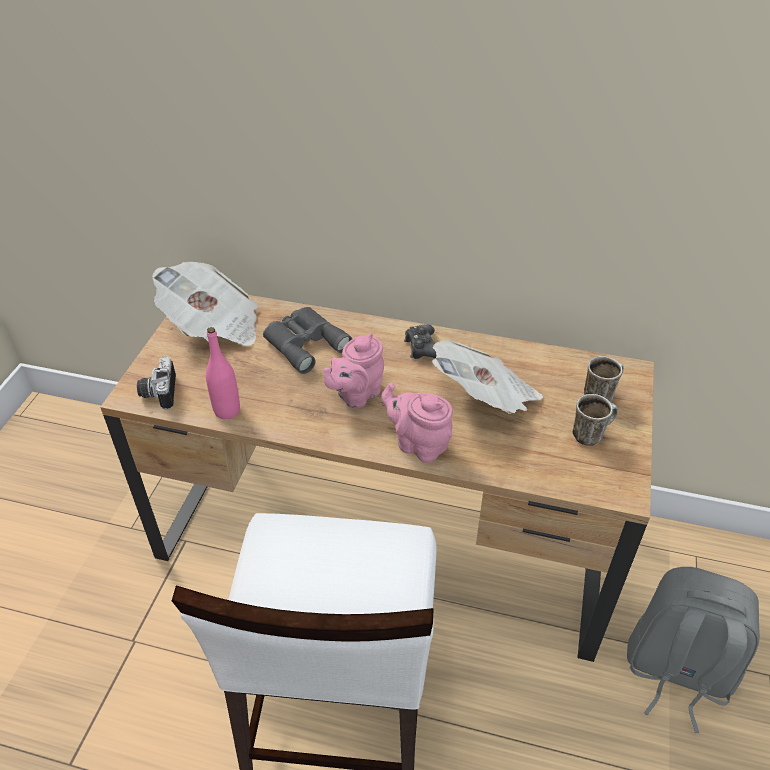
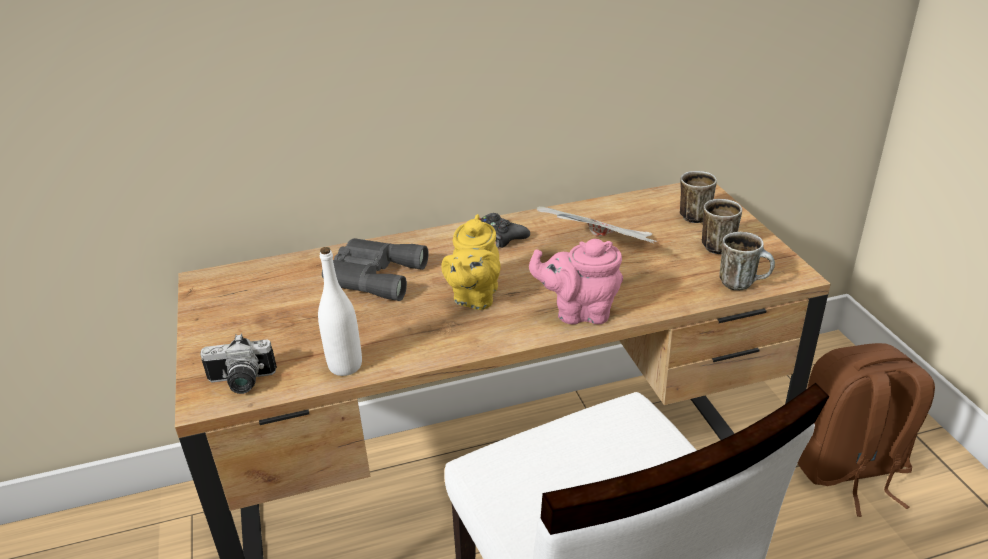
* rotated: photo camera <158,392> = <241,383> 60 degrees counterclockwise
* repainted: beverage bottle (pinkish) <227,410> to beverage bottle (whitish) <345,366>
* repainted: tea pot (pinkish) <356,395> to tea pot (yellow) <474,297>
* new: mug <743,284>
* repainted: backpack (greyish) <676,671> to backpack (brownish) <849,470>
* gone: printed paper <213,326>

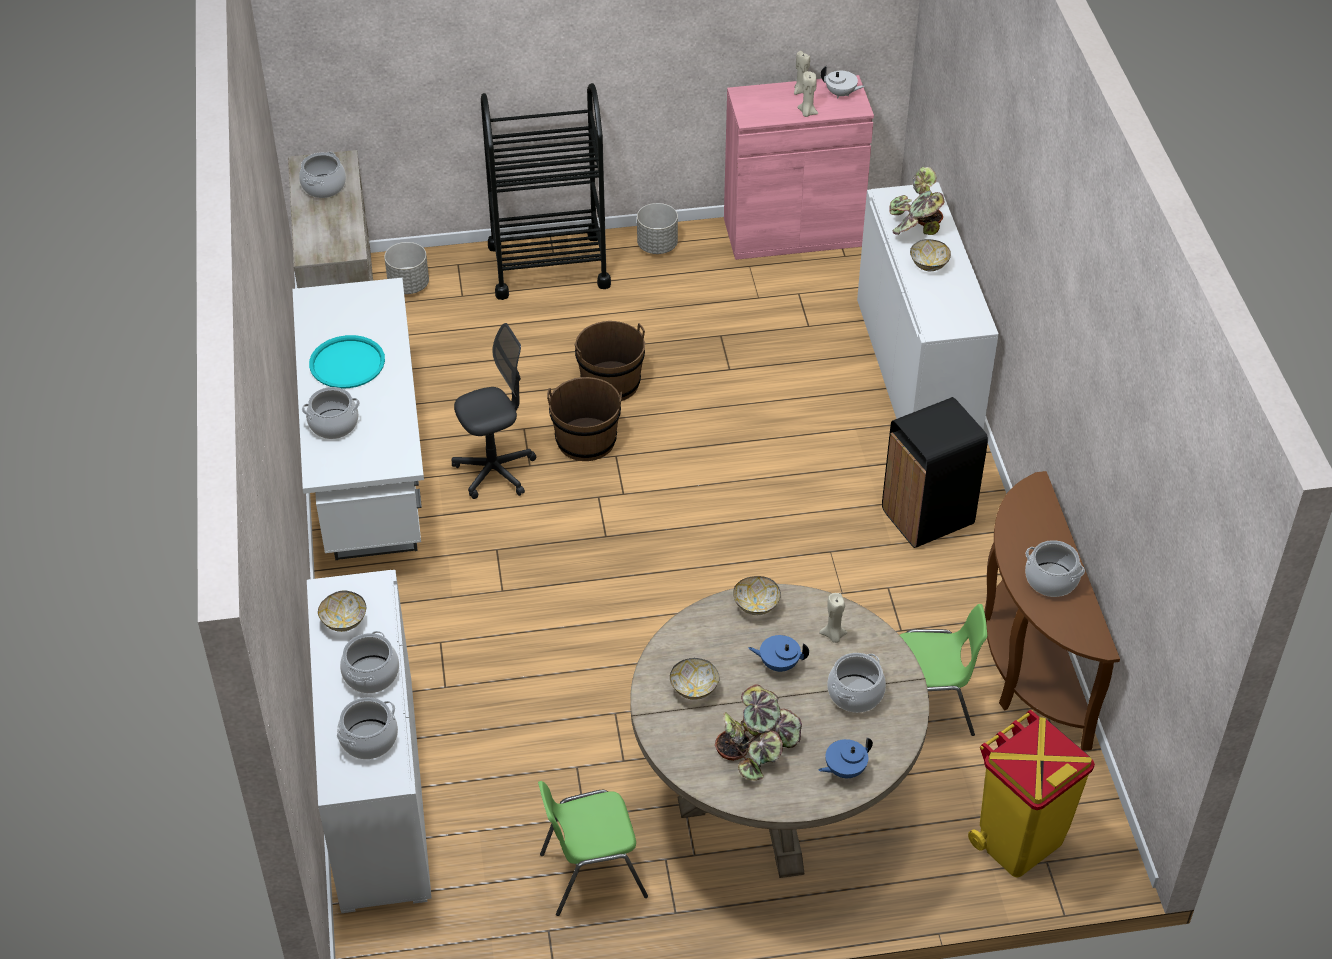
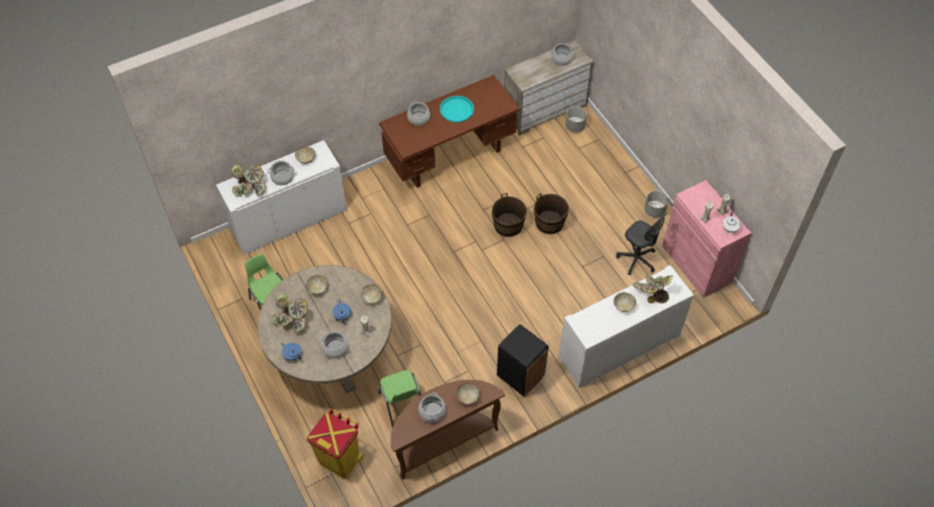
* swapped: stockpot <369,739> to houseplant <251,188>
* repainted: desk (whitish) <368,478> to desk (brownish) <450,156>
* new: bowl <467,397>
* shifted: desk chair (greyish) <495,471> to <637,259>
* gone: trolley (black) <548,266>

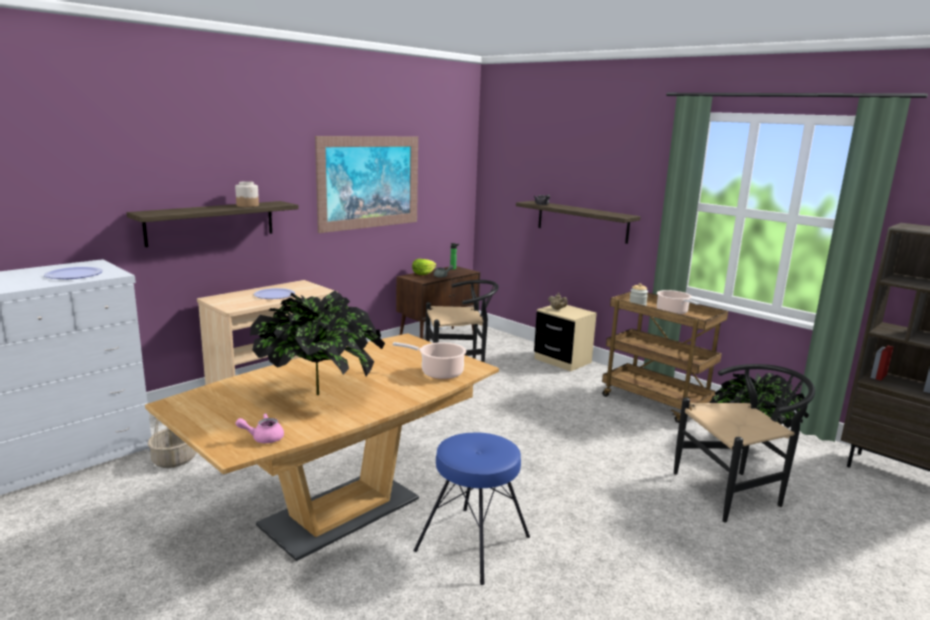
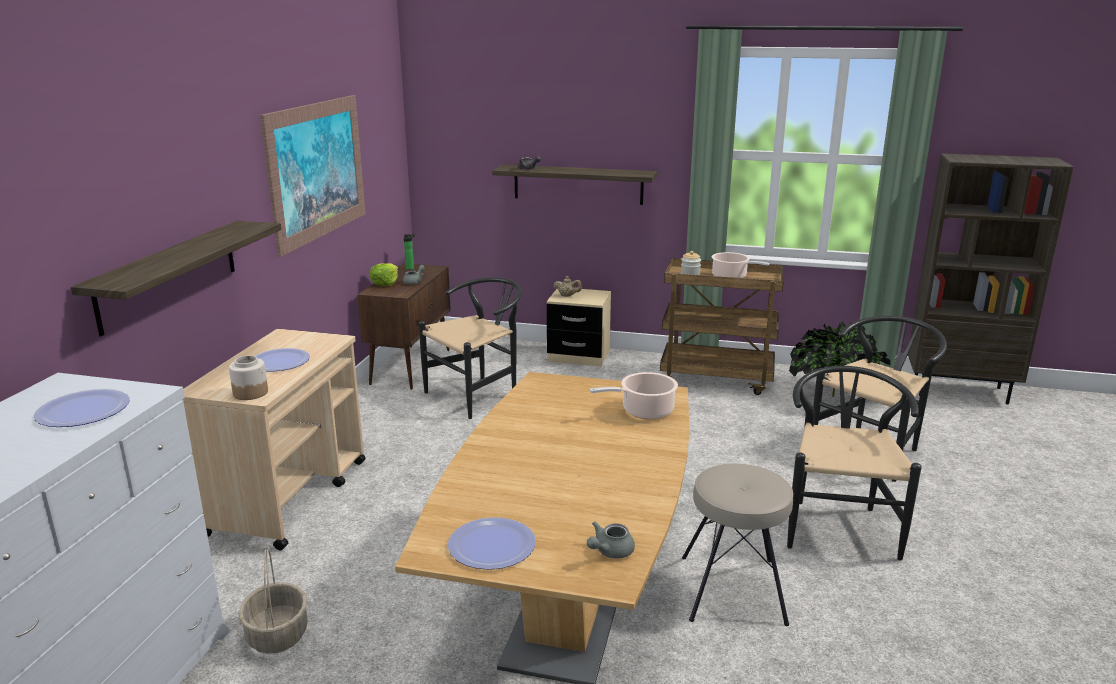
* shifted: storage jar <248,205> to <250,393>
* new: dinner plate <492,545>
* repainted: tea pot (pinkish) <263,438> to tea pot (greyish) <610,552>
* repainted: sitting stool (blue-coloured) <474,544> to sitting stool (sand-coloured) <733,589>
* new: upright chair (black) <838,523>
* gone: houseplant <320,393>

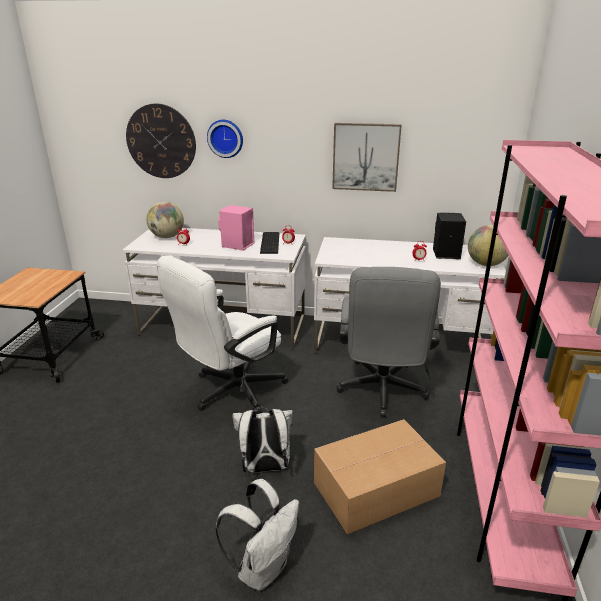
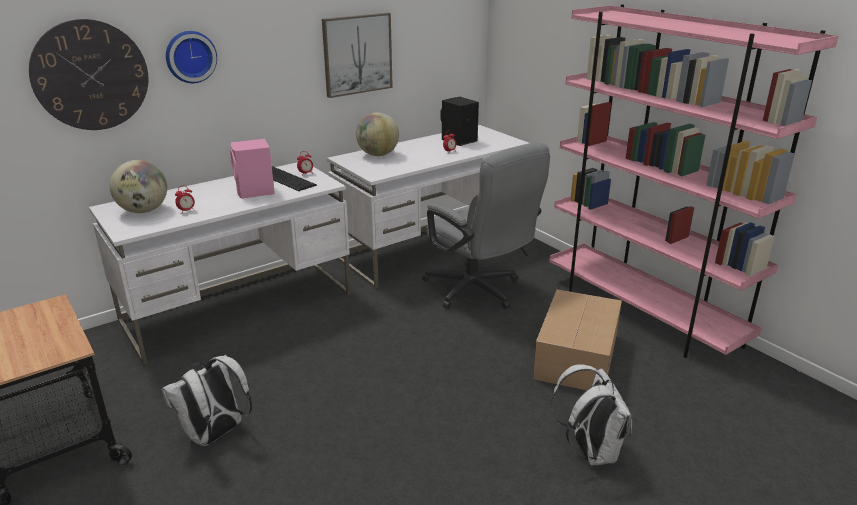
* shifted: backpack (whitish) <265,467> to <215,435>
* shifted: world globe <485,264> to <378,155>
* gone: desk chair (whitish) <231,392>

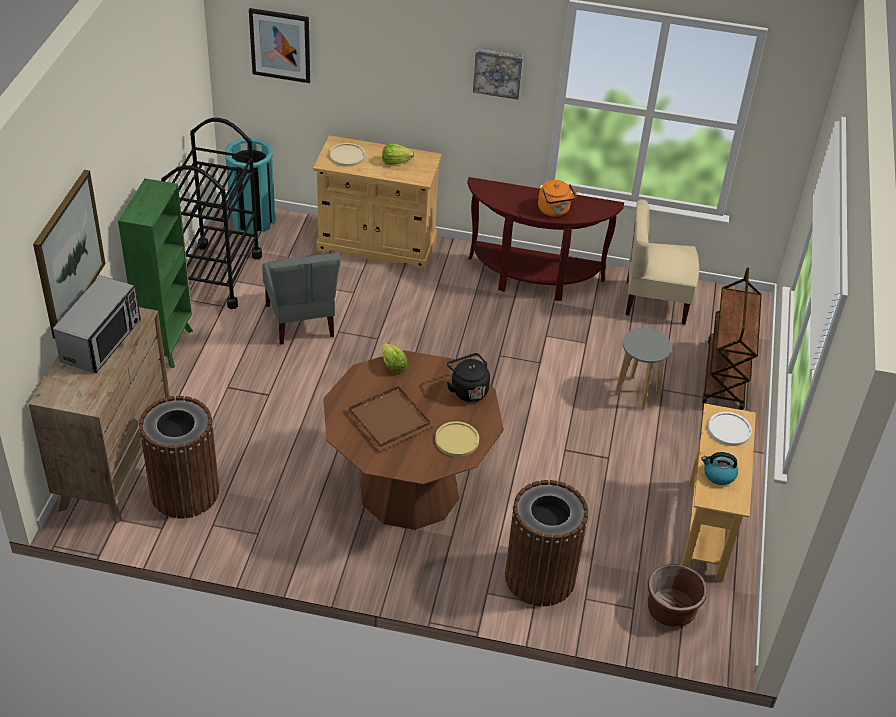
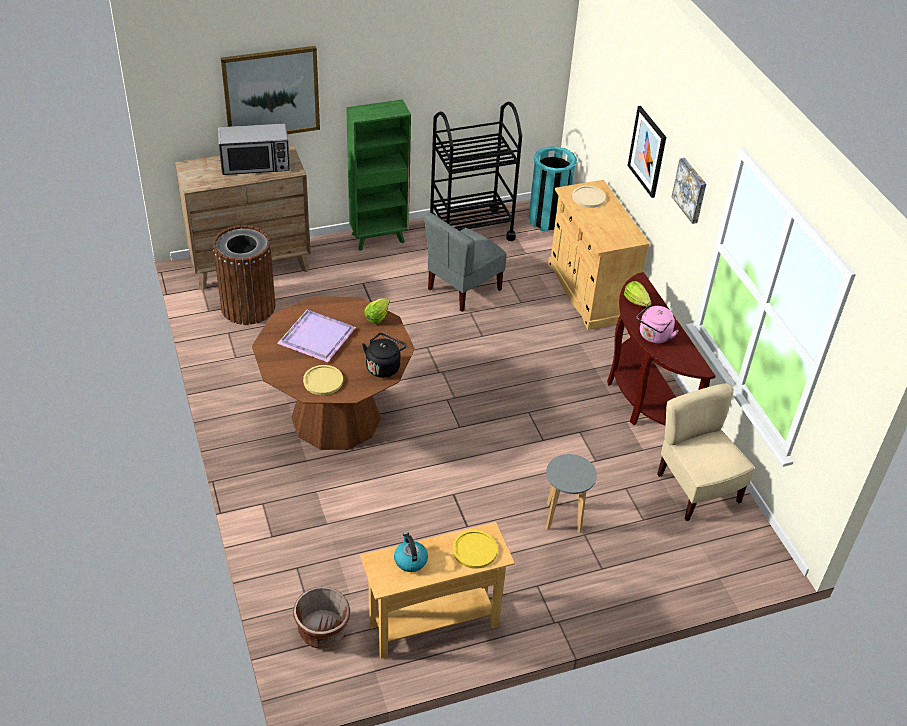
* repainted: serving tray (brownish) <389,418> to serving tray (purple) <318,337>
* repainted: dinner plate (whitish) <729,430> to dinner plate (yellow) <474,550>
* shifted: head of lettuce <395,162> to <636,301>
* shifted: picture <280,45> to <647,151>
* repainted: tea kettle (orangey) <554,211> to tea kettle (pinkish) <654,336>
* gone: trash can (brownish) <539,577>
* gone: trolley (brownish) <725,376>

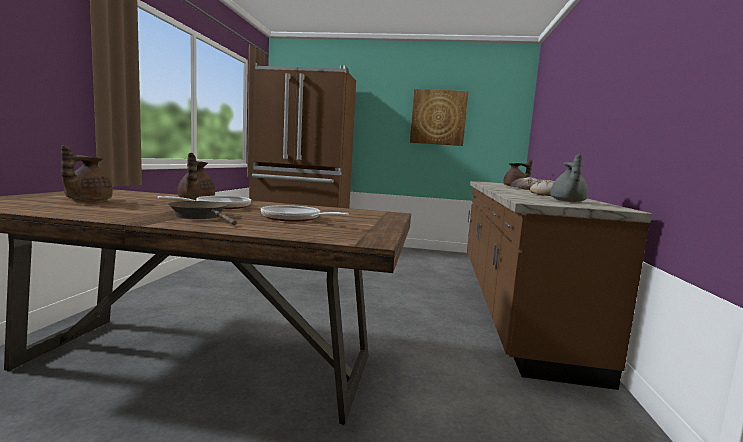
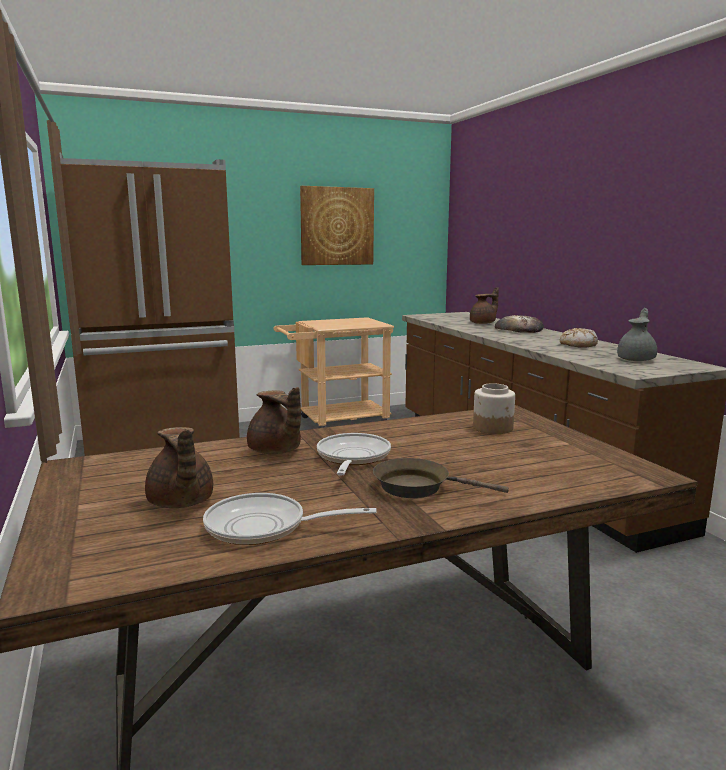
* shifted: frying pan <294,219> to <264,527>
* new: trolley (sand-coloured) <336,422>
* new: storage jar <493,428>
* rotated: tea pot (greyish) <567,201> = <637,359> 135 degrees counterclockwise

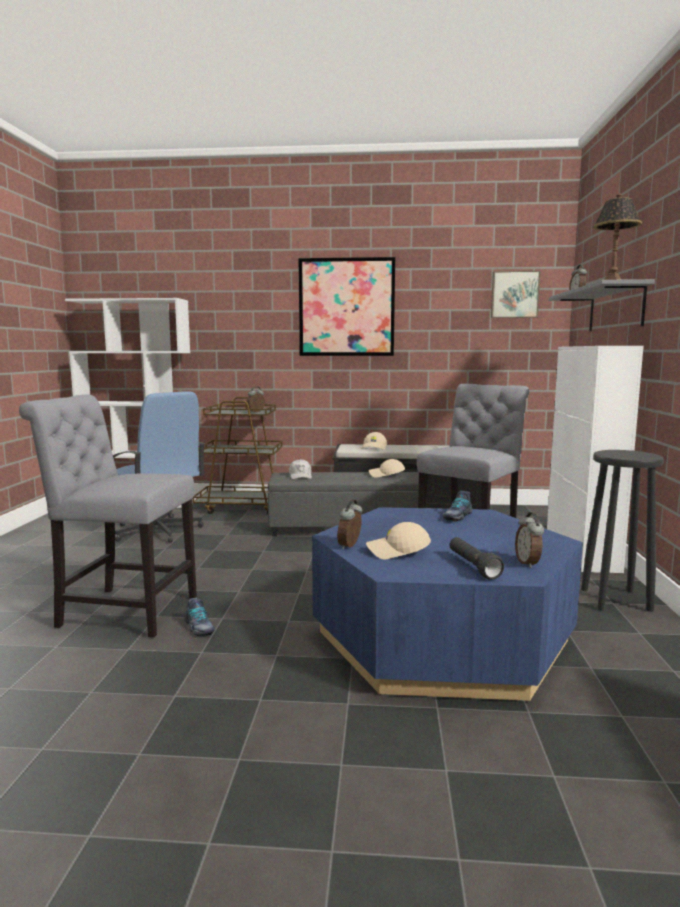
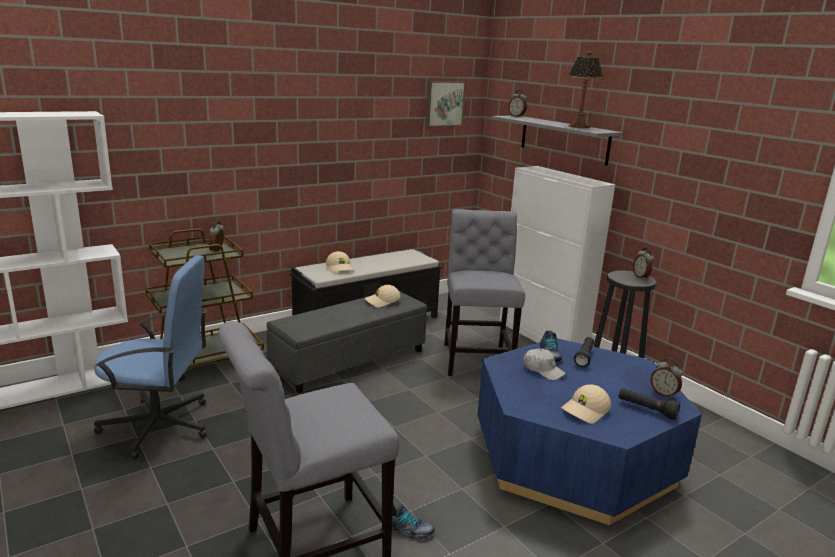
* shifted: cap (whitish) <300,476> to <543,370>
* new: torch (black) <584,357>
* shifted: table clock <350,546> to <641,277>
* gone: picture <346,307>

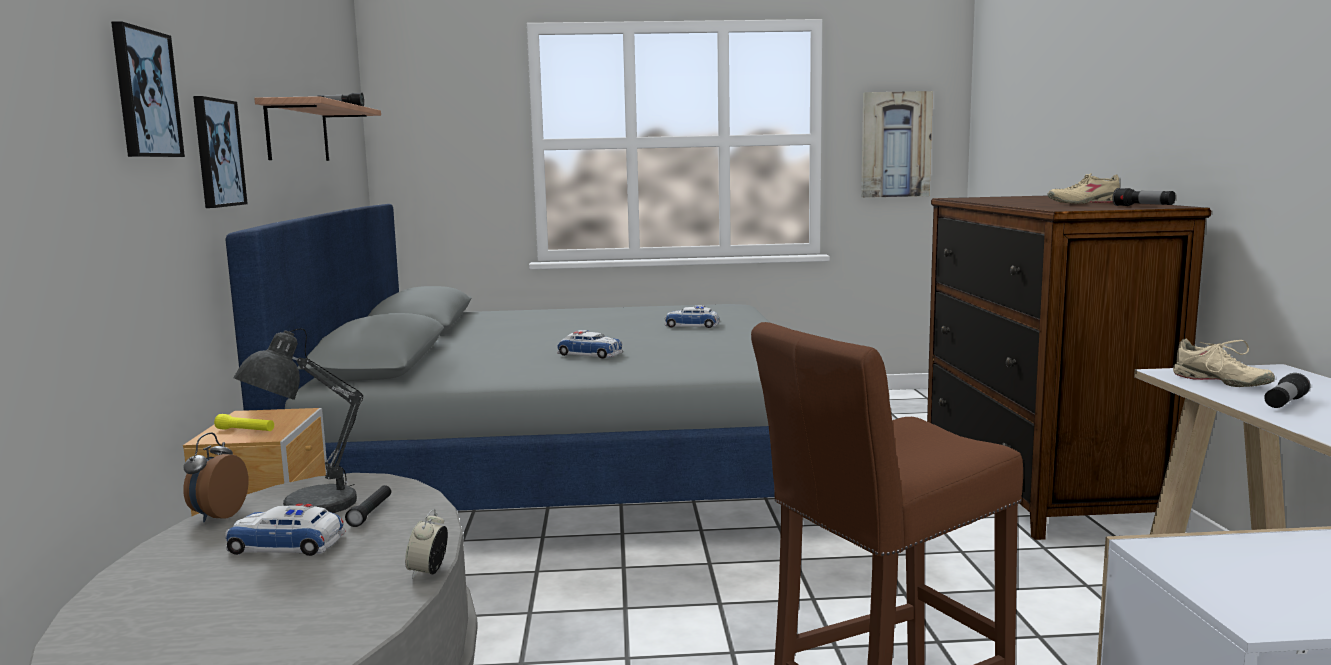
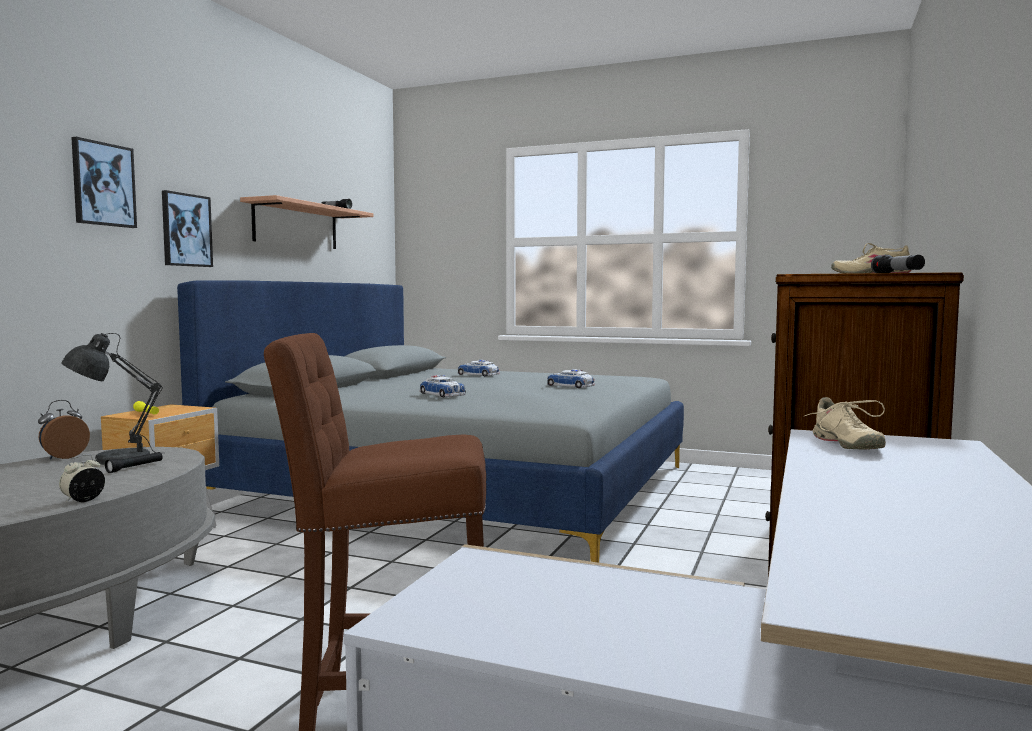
* shifted: toy car <286,544> to <478,374>
* gone: picture <895,144>
* gone: torch <1284,403>

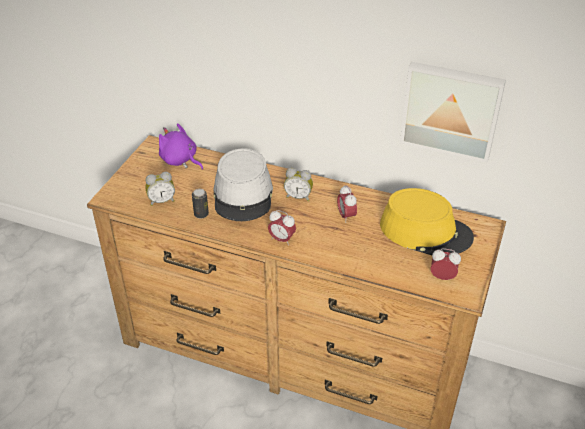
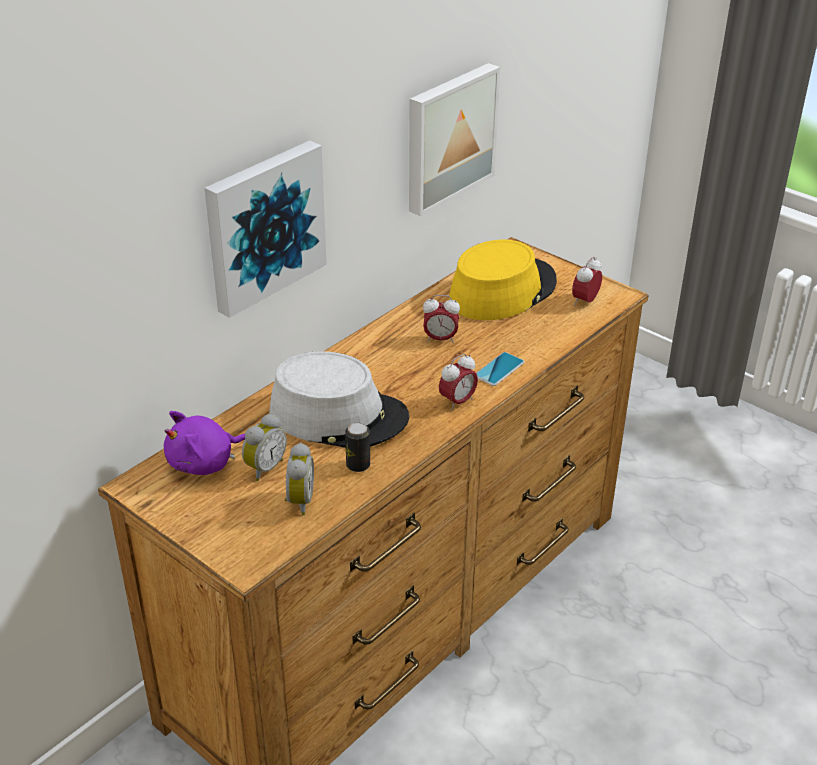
* new: picture <263,225>
* shifted: table clock <298,196> to <264,468>
* new: phone <499,369>

